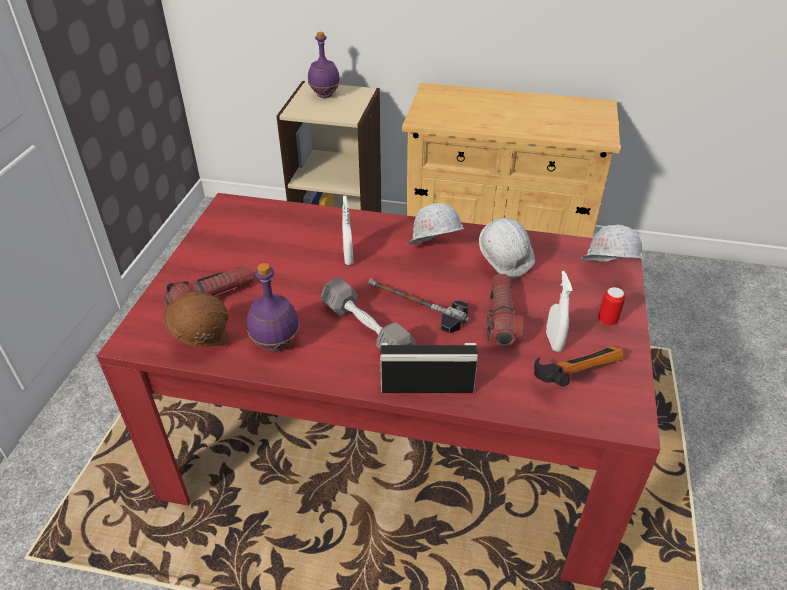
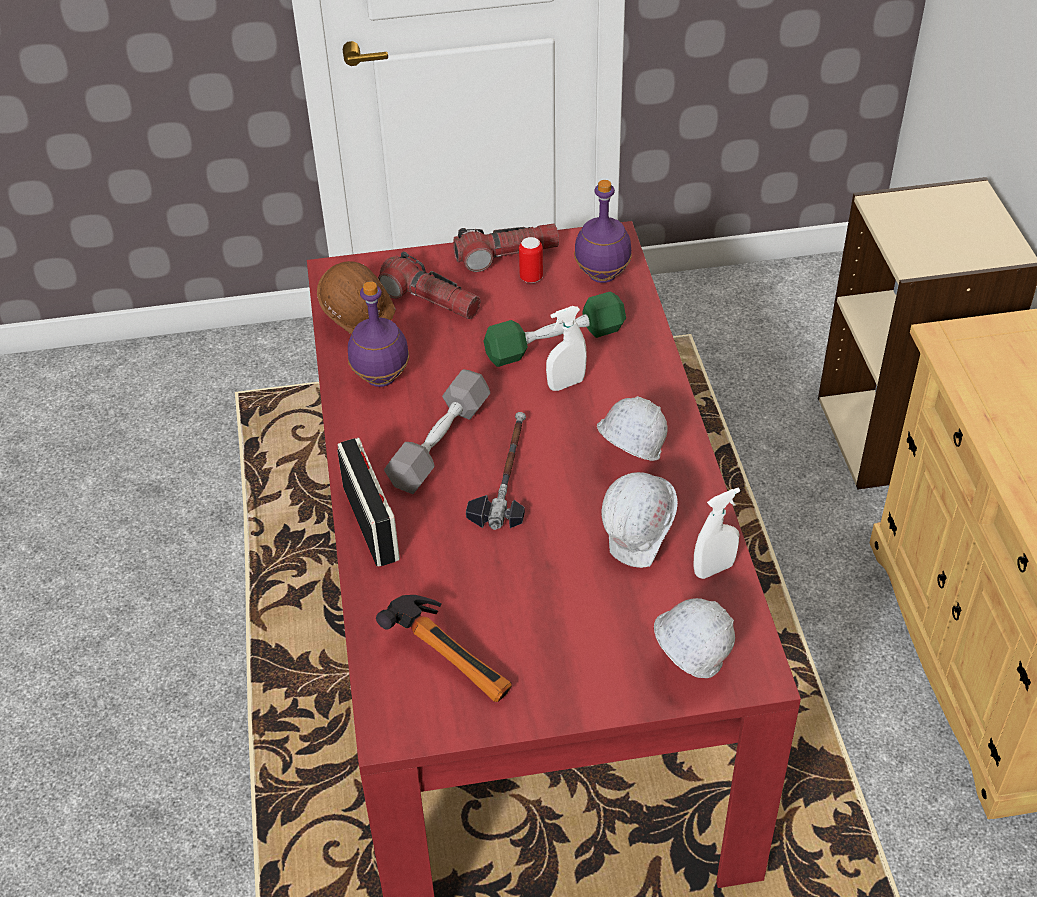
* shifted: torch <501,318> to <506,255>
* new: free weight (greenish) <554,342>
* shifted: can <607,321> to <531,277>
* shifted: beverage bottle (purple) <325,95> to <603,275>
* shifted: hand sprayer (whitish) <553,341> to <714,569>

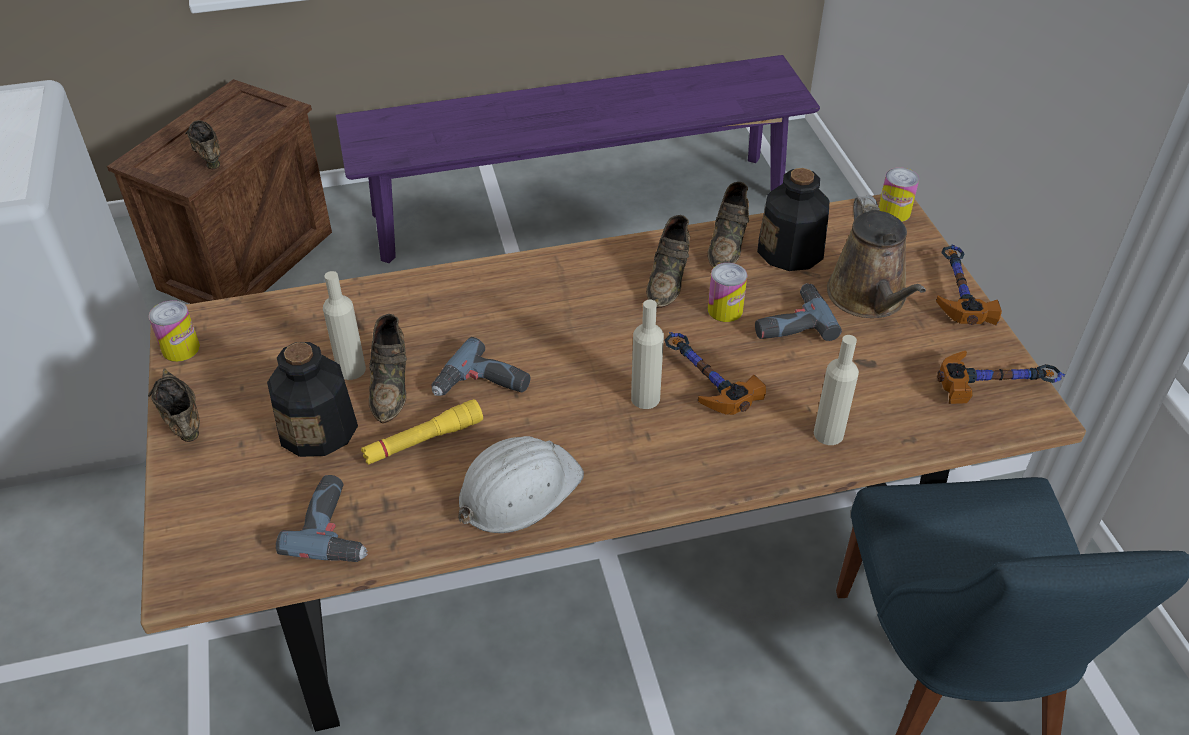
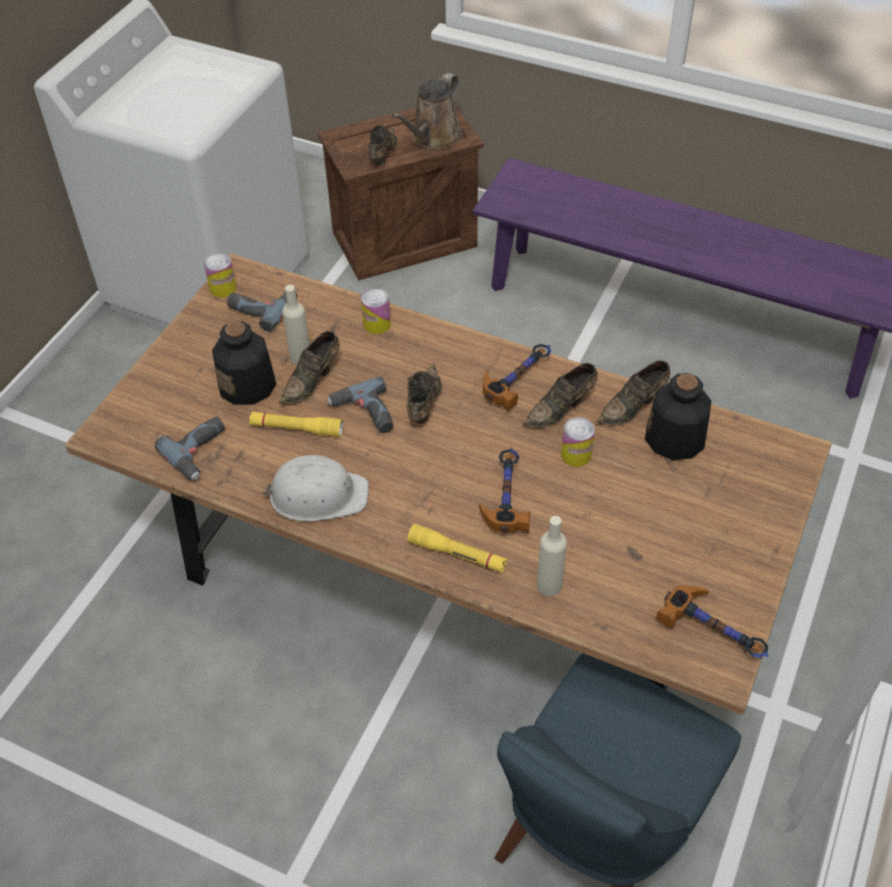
* shifted: power drill <789,321> to <262,307>
* shifted: can <894,212> to <377,324>
* shifted: watering pot (brownish) <869,298> to <433,137>
* shifted: item of footwear (brownish) <182,420> to <423,405>
* new: torch (yellow) <457,554>
* shifted: hammer <956,292> to <518,378>
* gone: beverage bottle (sand-coloured) <645,398>

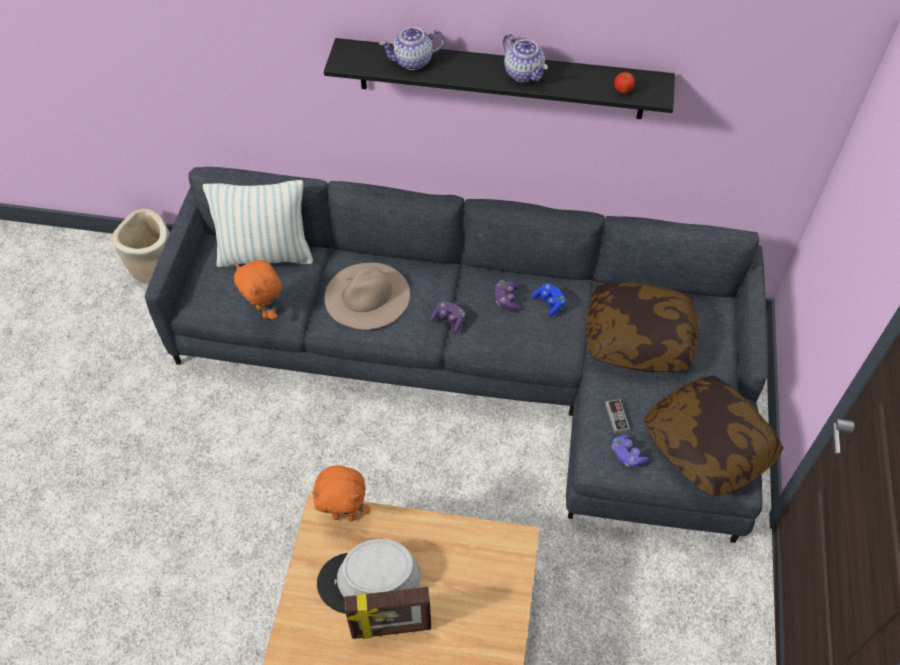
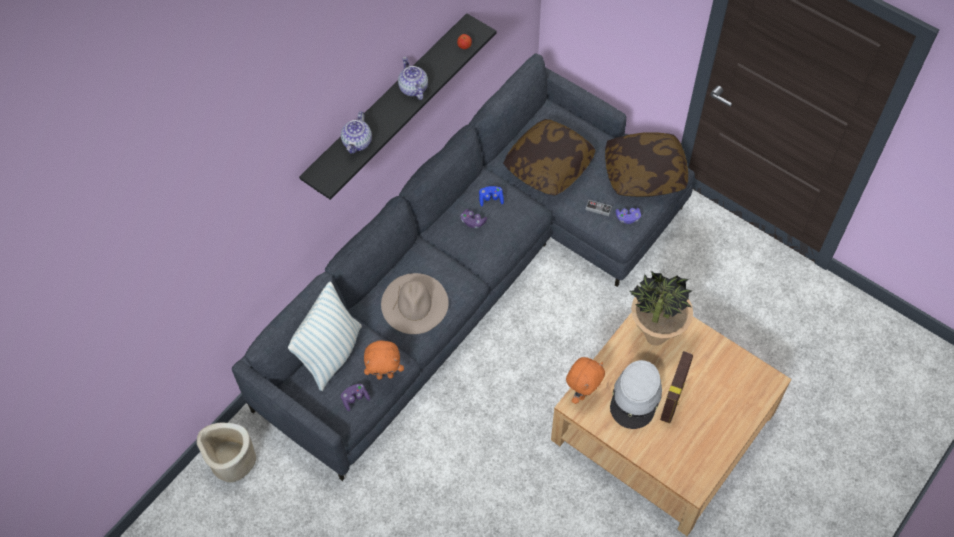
* shifted: gamepad (purple) <449,320> to <355,399>
* rotated: tea pot <524,73> = <413,88> 105 degrees counterclockwise
* new: houseplant <655,337>

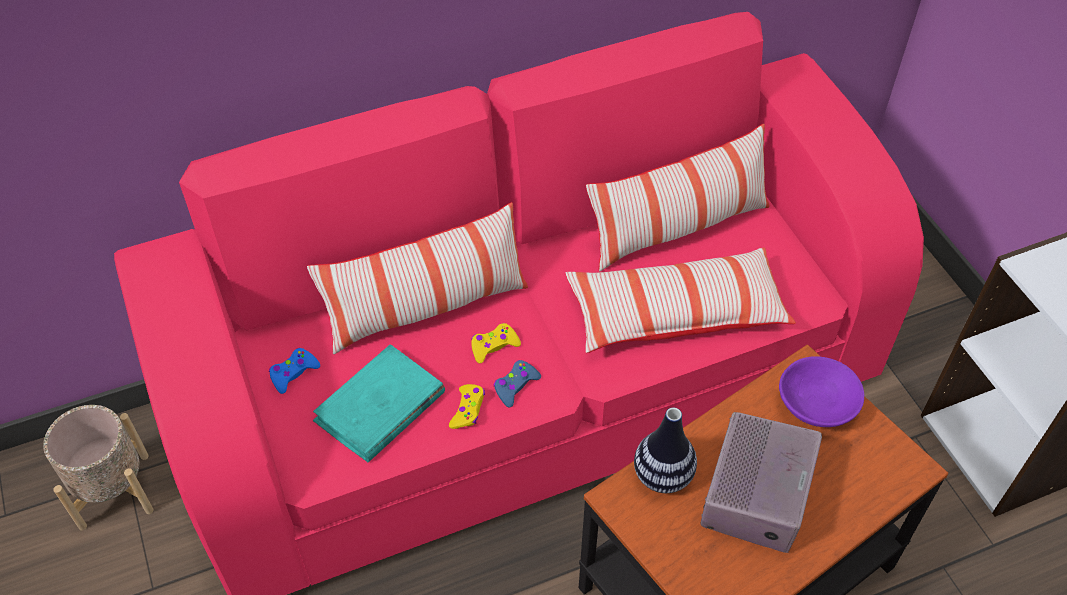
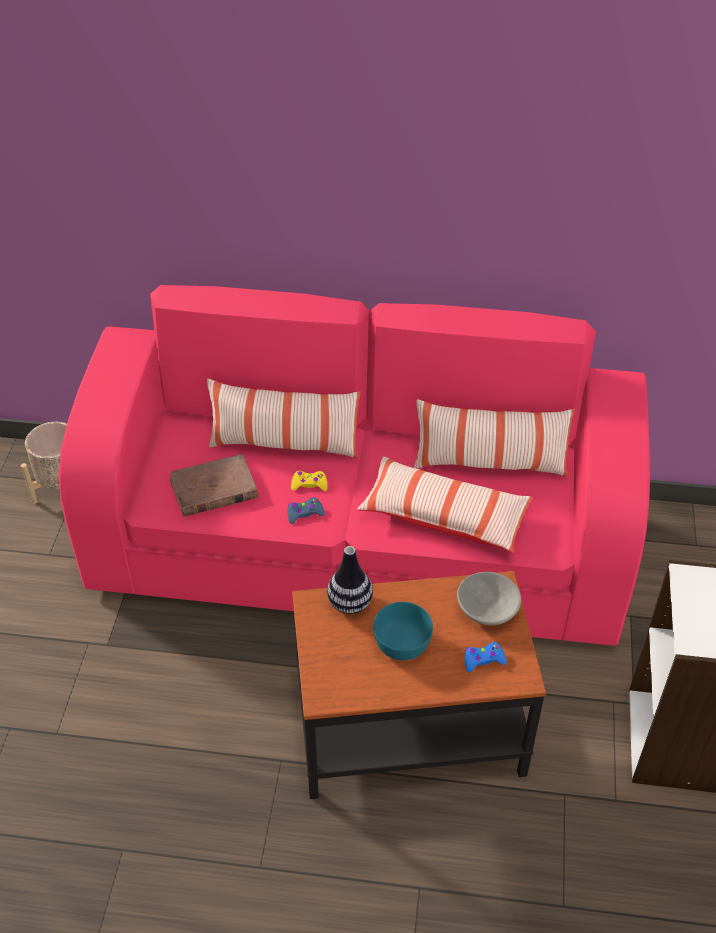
* repainted: volume (turquoise-coloured) <380,407> to volume (brownish) <213,489>
* swapped: radio <757,493> to bowl (turquoise-coloured) <402,642>
* repainted: bowl (purple) <816,405> to bowl (greyish) <487,609>
* shifted: gamepad (blue-coloured) <293,373> to <483,660>
* gone: gamepad (yellow) <468,410>

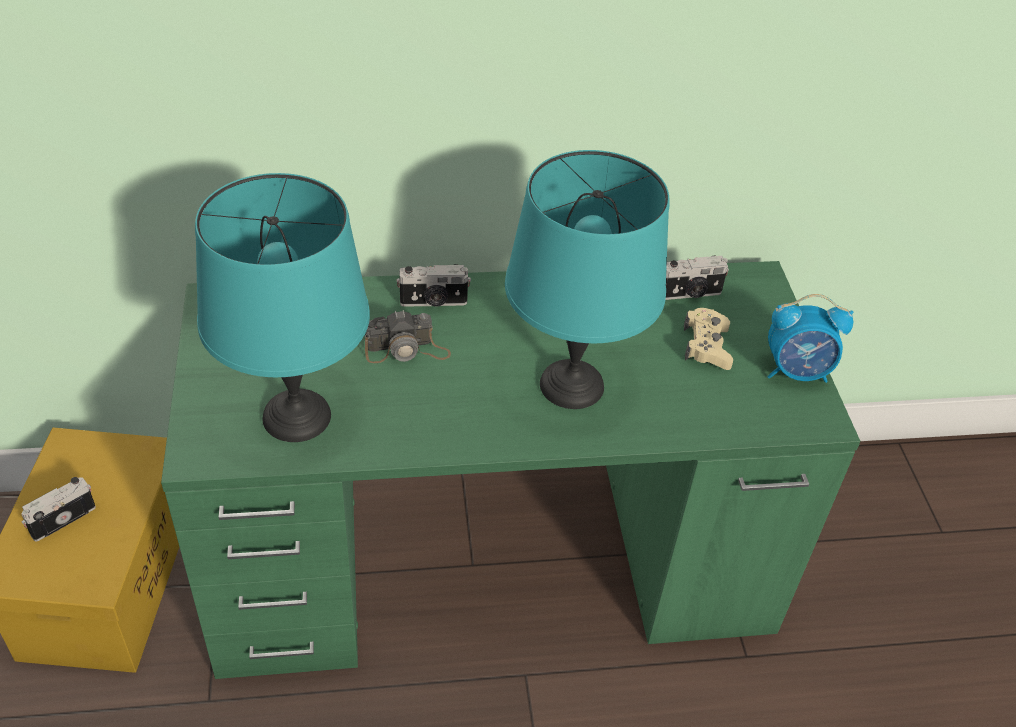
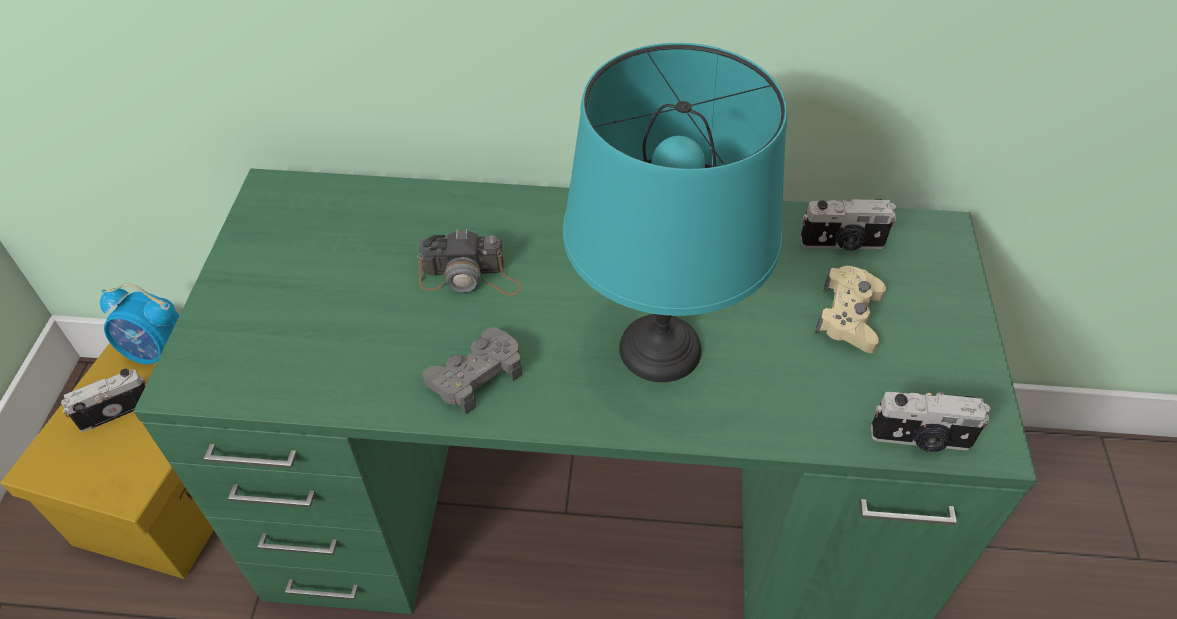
* shifted: table clock <797,372> to <157,352>
* new: gamepad (greyish) <476,375>
* shifted: photo camera <433,302> to <921,439>
* gone: table lamp (turquoise-coloured) <298,416>

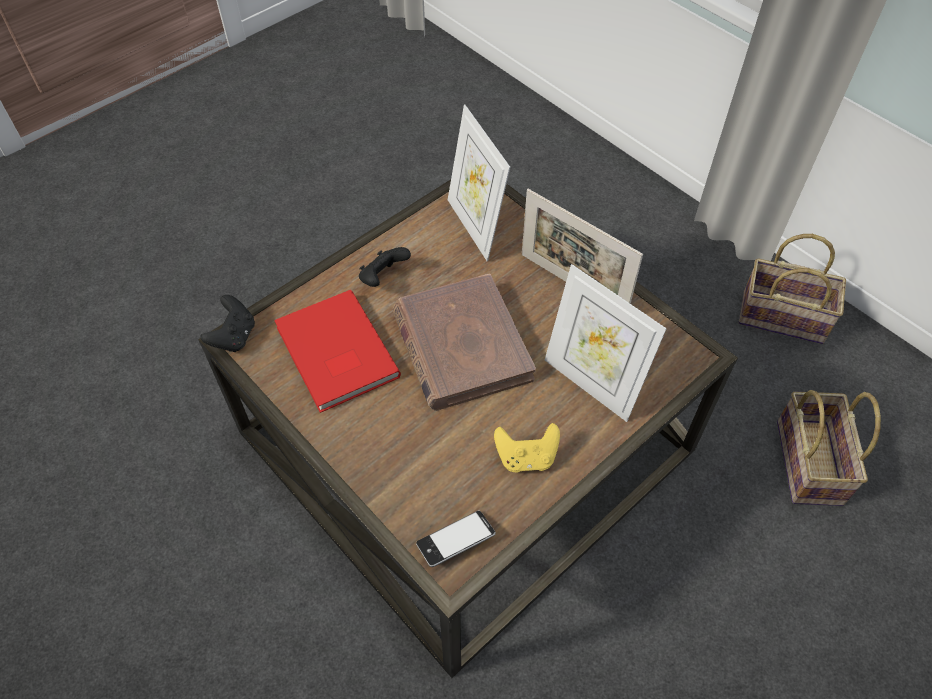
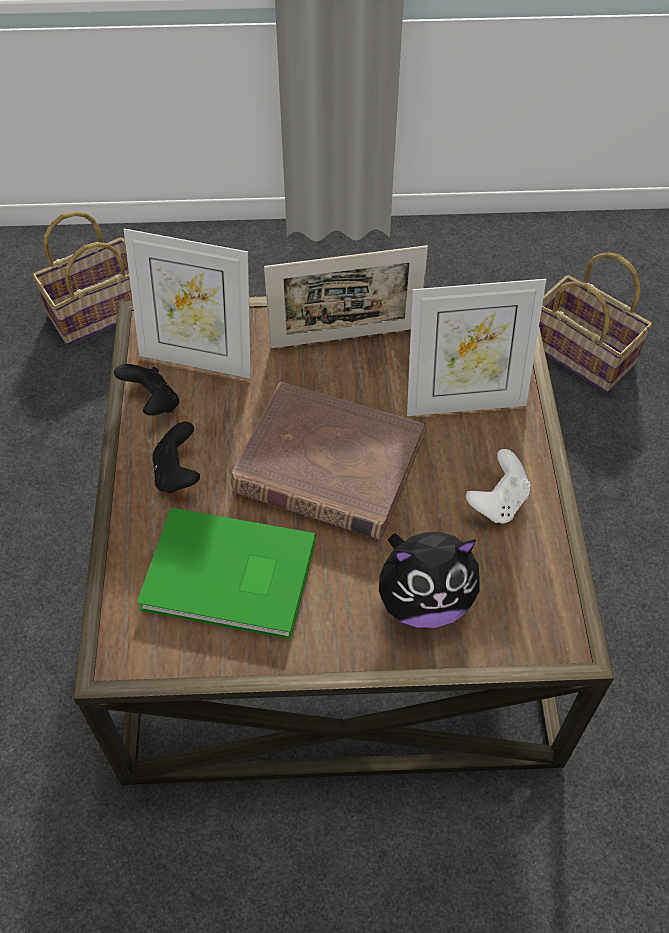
* shifted: basket <785,316> to <101,310>
* shifted: gamepad (black) <234,337> to <153,403>
* repainted: volume (reddish) <335,354> to volume (greenish) <231,579>
* new: soft toy <424,600>
* repainted: gamepad (yellow) <526,457> to gamepad (whitish) <498,502>
* gone: phone <456,541>

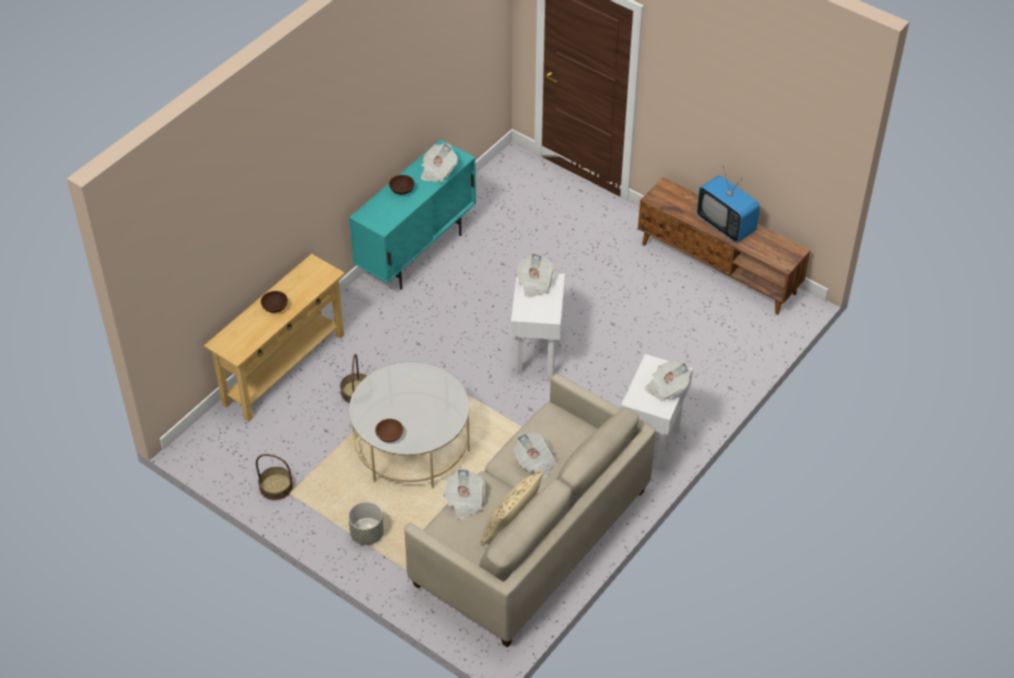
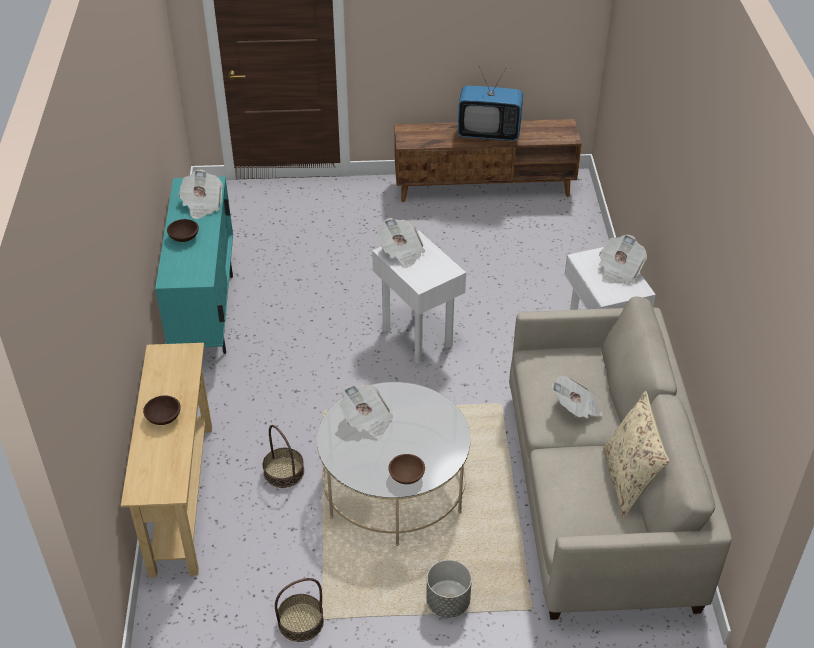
* shifted: printed paper <465,501> to <367,420>

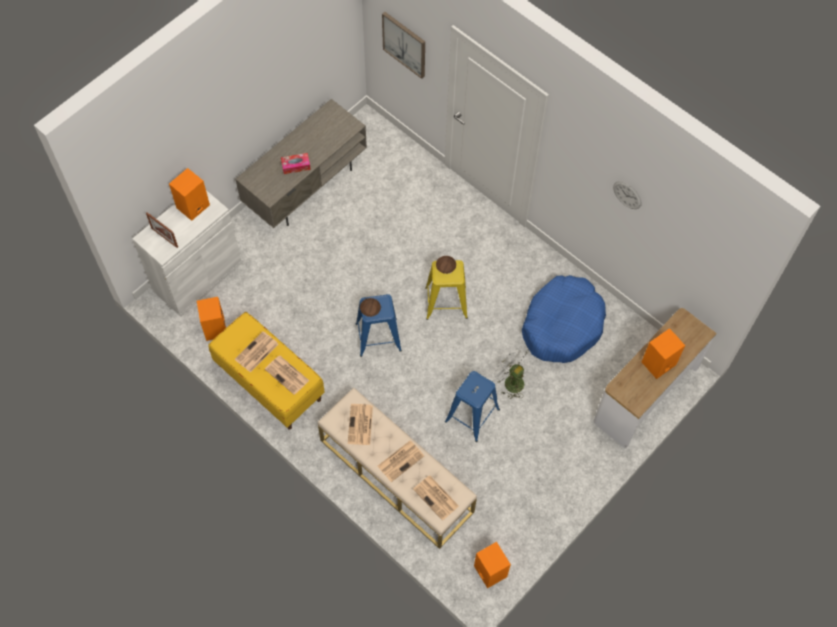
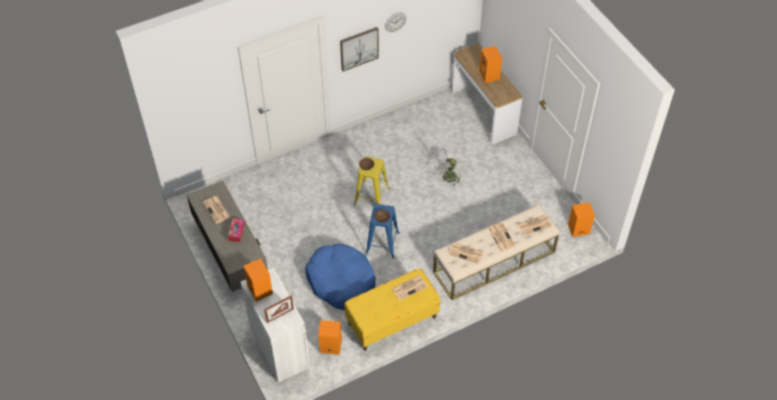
* shifted: printed paper <256,352> to <217,210>
* shifted: dog cushion (blue-coloured) <562,325> to <341,282>
* shifted: picture <405,44> to <359,48>
* gone: sitting stool (blue-coloured) <472,415>

